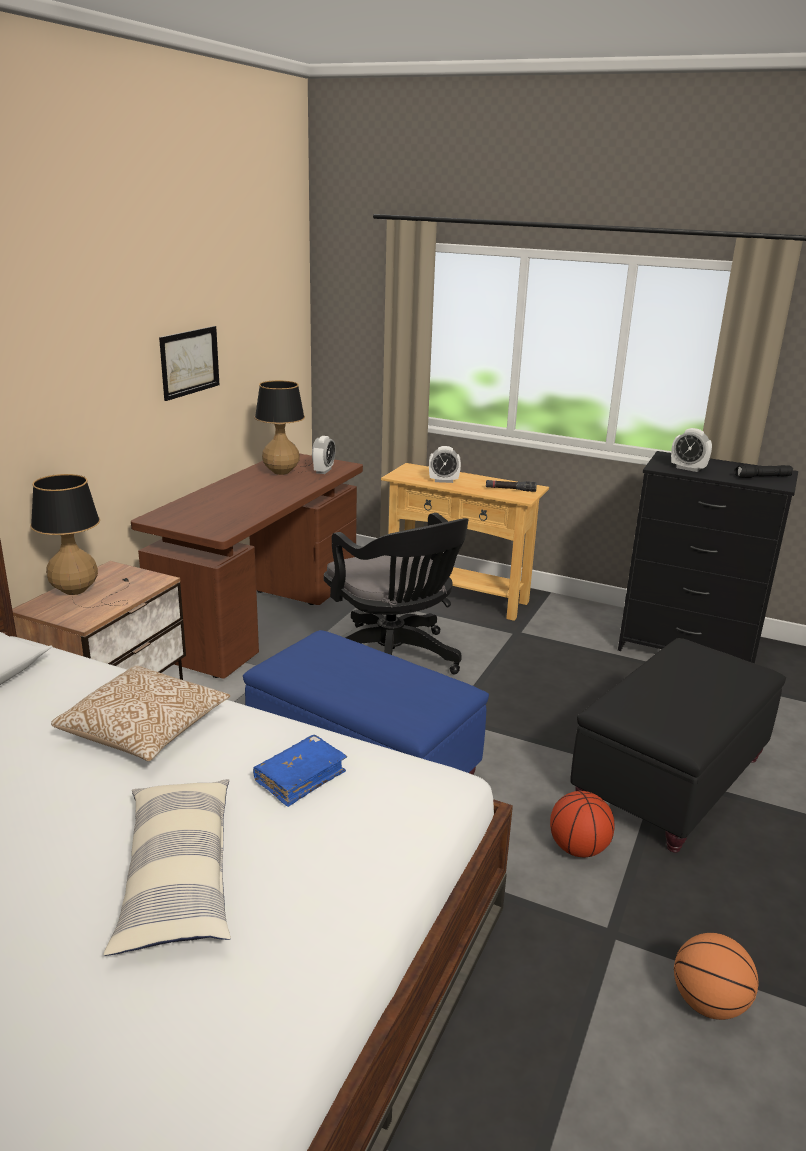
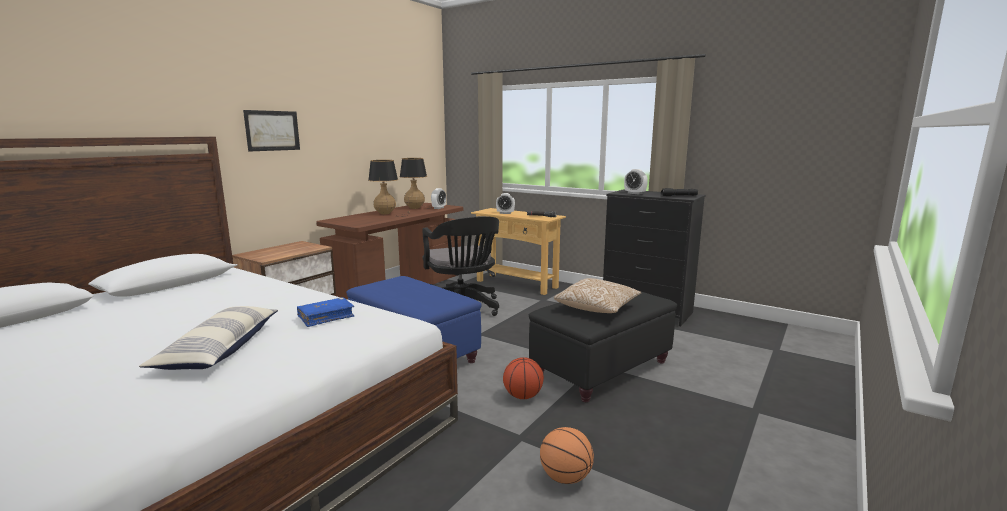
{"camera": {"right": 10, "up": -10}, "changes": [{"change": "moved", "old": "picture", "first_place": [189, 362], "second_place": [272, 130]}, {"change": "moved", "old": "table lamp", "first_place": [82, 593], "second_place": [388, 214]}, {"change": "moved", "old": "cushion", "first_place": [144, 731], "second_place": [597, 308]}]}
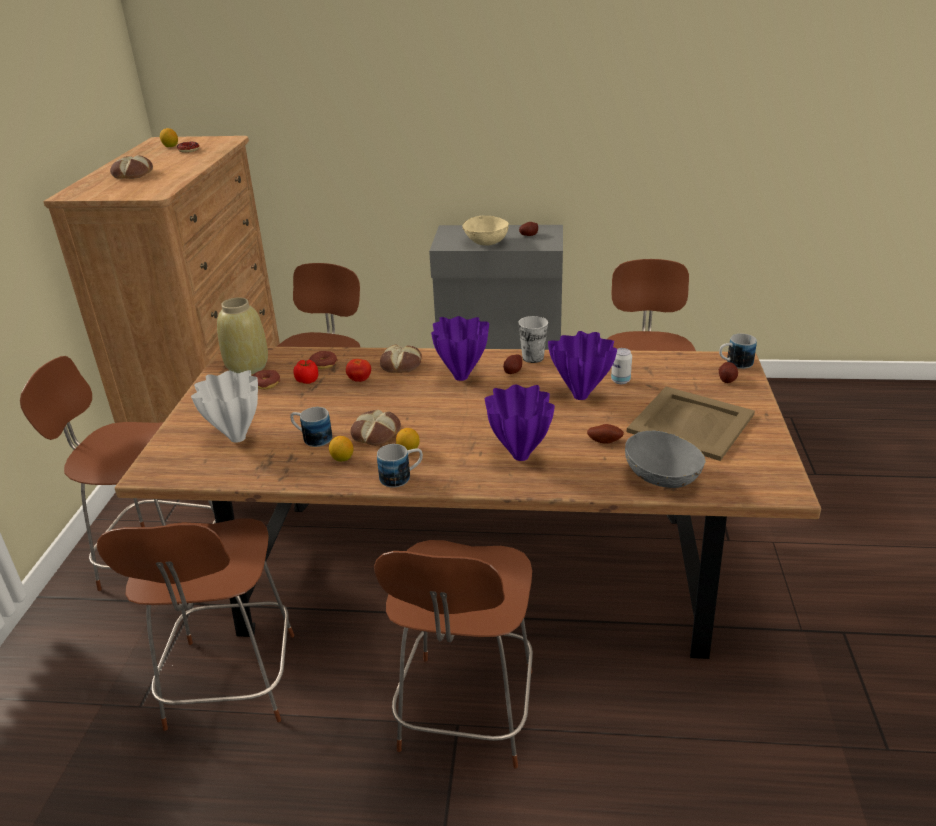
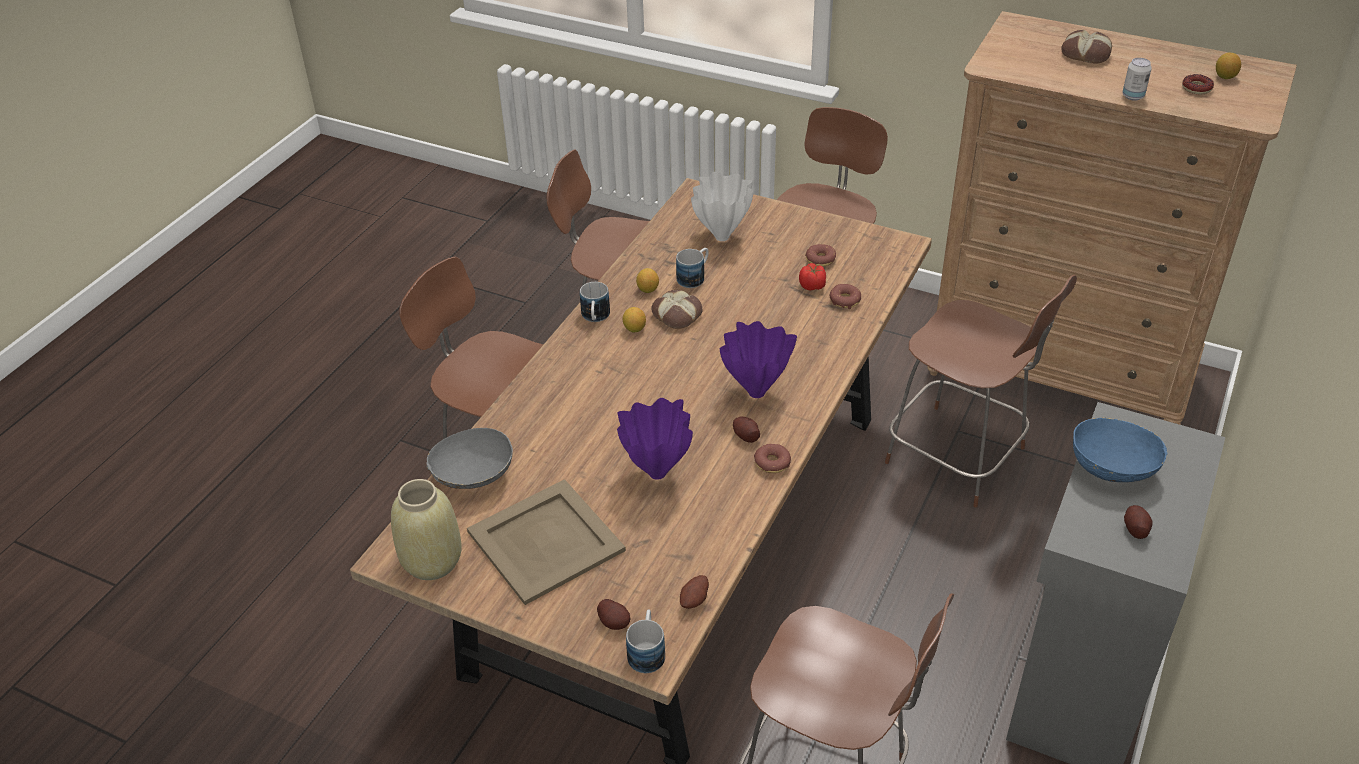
{"camera": {"right": 110, "up": 10}, "changes": [{"change": "moved", "old": "sand-coloured decorative vase", "first_place": [247, 367], "second_place": [432, 560]}, {"change": "moved", "old": "whole potato", "first_place": [604, 441], "second_place": [695, 600]}, {"change": "replaced", "old": "cup", "new": "ring doughnut", "first_place": [533, 357], "second_place": [772, 463]}, {"change": "recoloured", "old": "sand-coloured deep dish", "new": "blue deep dish", "first_place": [485, 243], "second_place": [1112, 468]}, {"change": "moved", "old": "metal can", "first_place": [620, 381], "second_place": [1133, 96]}, {"change": "removed", "old": "tomato", "first_place": [359, 380]}, {"change": "removed", "old": "bread", "first_place": [402, 364]}, {"change": "removed", "old": "purplish decorative vase", "first_place": [519, 455]}]}
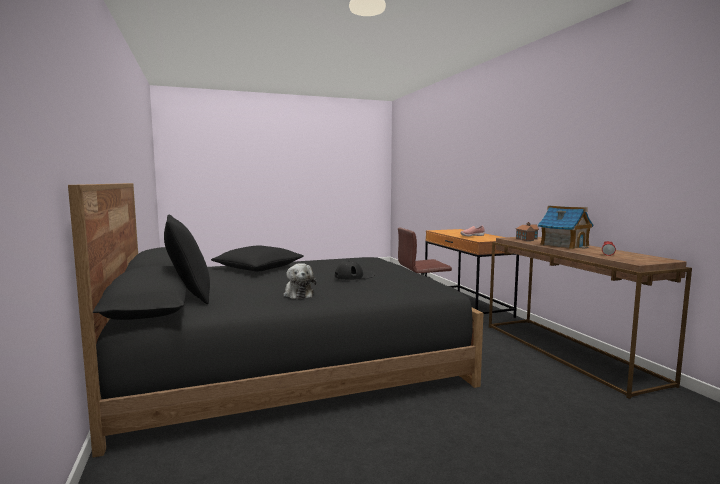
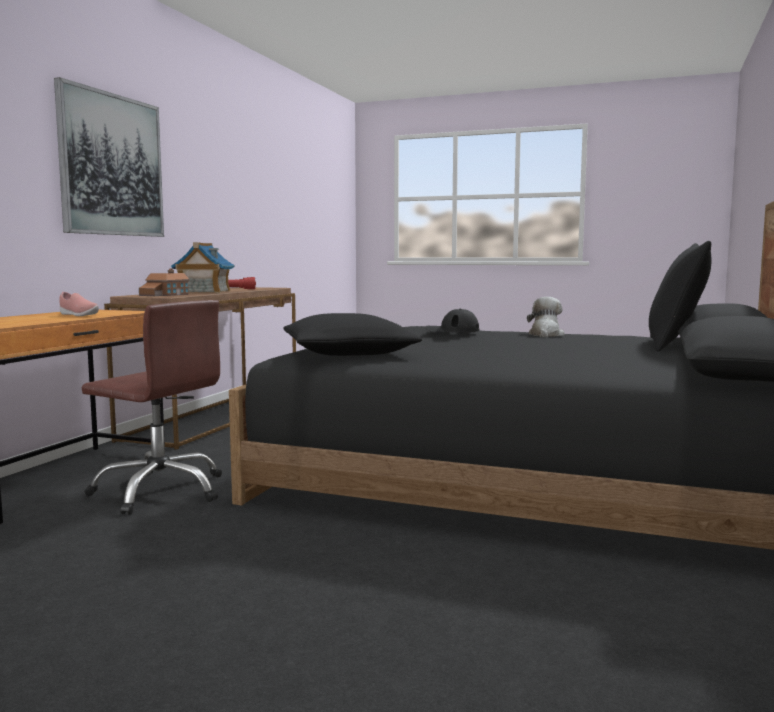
{"camera": {"right": -140, "up": 0}, "changes": [{"change": "added", "new": "picture", "second_place": [111, 165]}, {"change": "moved", "old": "blackish cushion", "first_place": [258, 268], "second_place": [348, 352]}]}
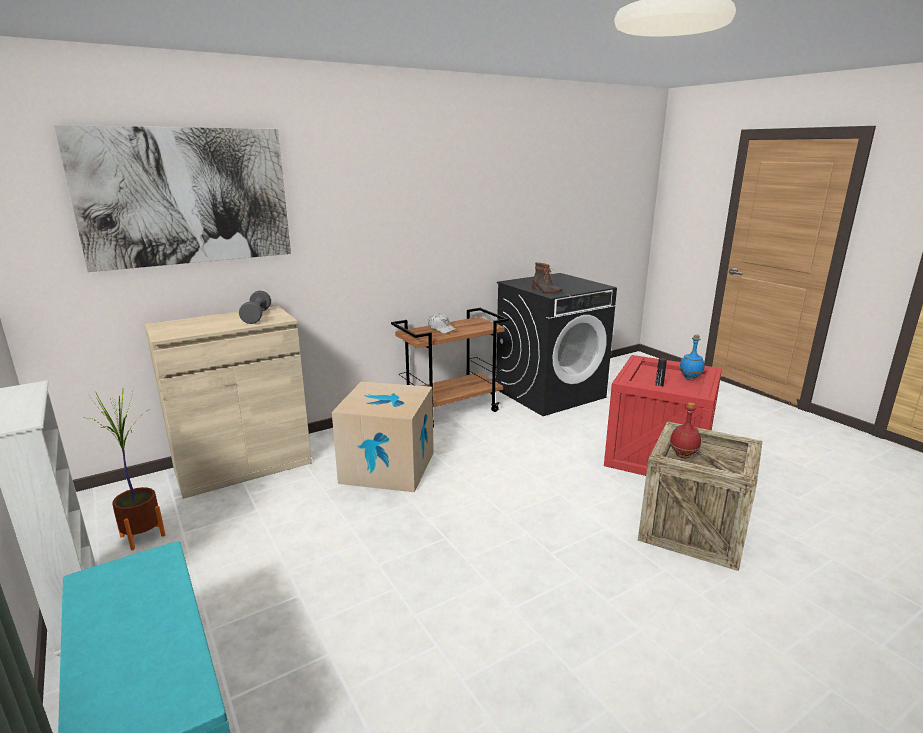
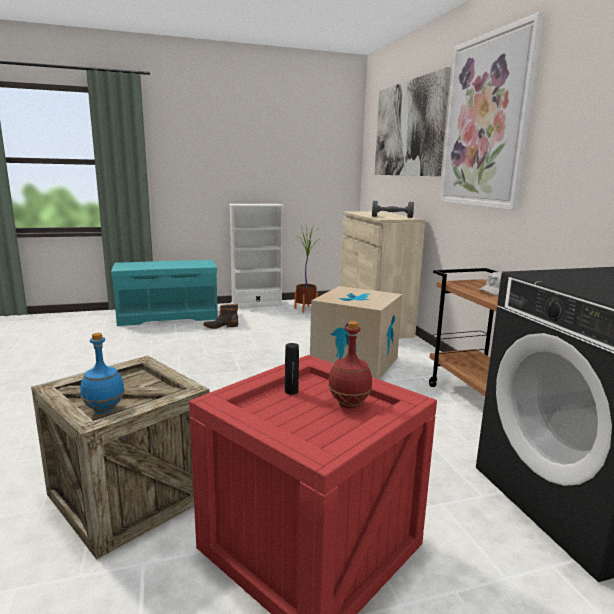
{"camera": {"right": 105, "up": -5}, "changes": [{"change": "moved", "old": "blue bottle", "first_place": [690, 378], "second_place": [105, 410]}, {"change": "moved", "old": "boot", "first_place": [545, 291], "second_place": [221, 326]}, {"change": "moved", "old": "reddish bottle", "first_place": [683, 456], "second_place": [348, 404]}, {"change": "added", "new": "picture", "second_place": [486, 122]}]}
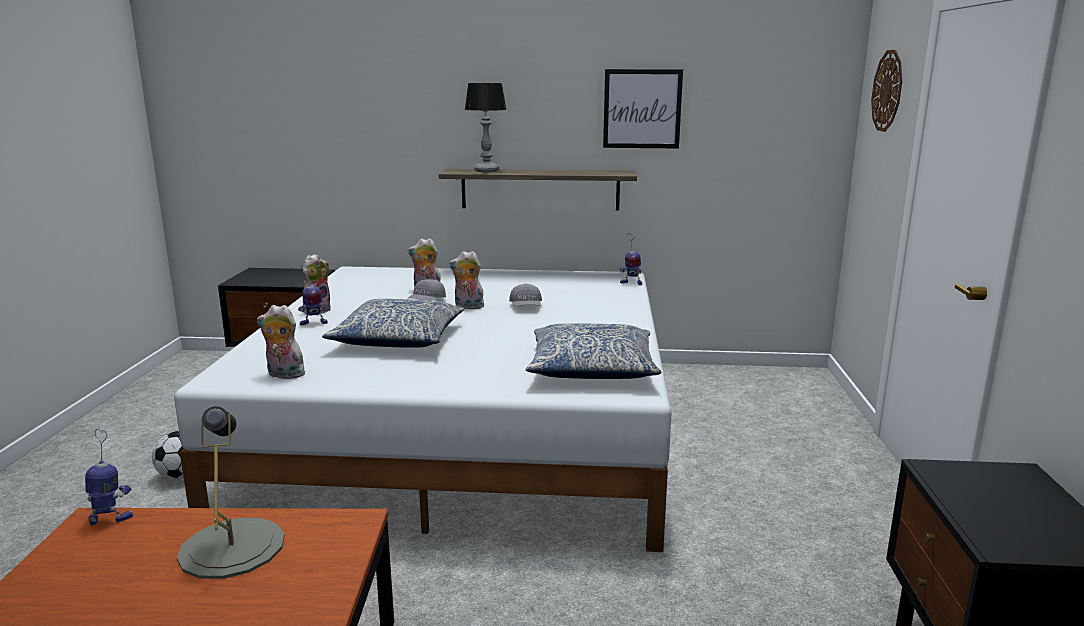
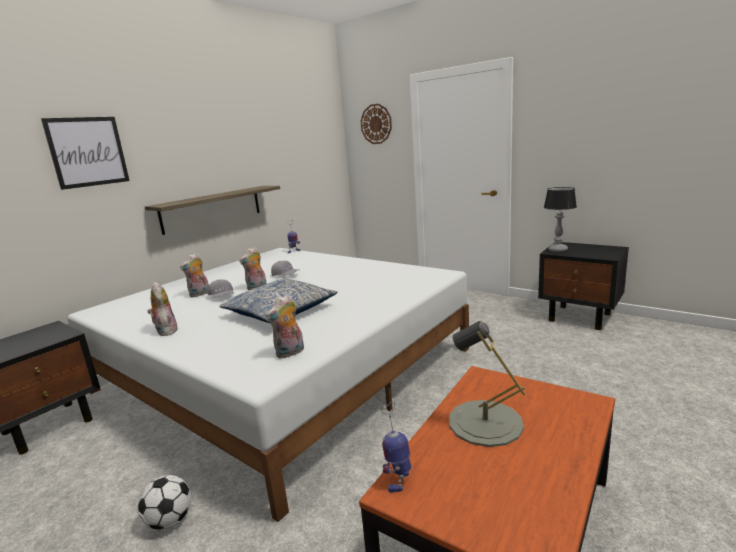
{"camera": {"right": -55, "up": 0}, "changes": [{"change": "moved", "old": "picture", "first_place": [642, 109], "second_place": [88, 152]}, {"change": "moved", "old": "table lamp", "first_place": [486, 171], "second_place": [557, 250]}, {"change": "removed", "old": "robot figure", "first_place": [313, 323]}, {"change": "removed", "old": "cushion", "first_place": [591, 368]}]}
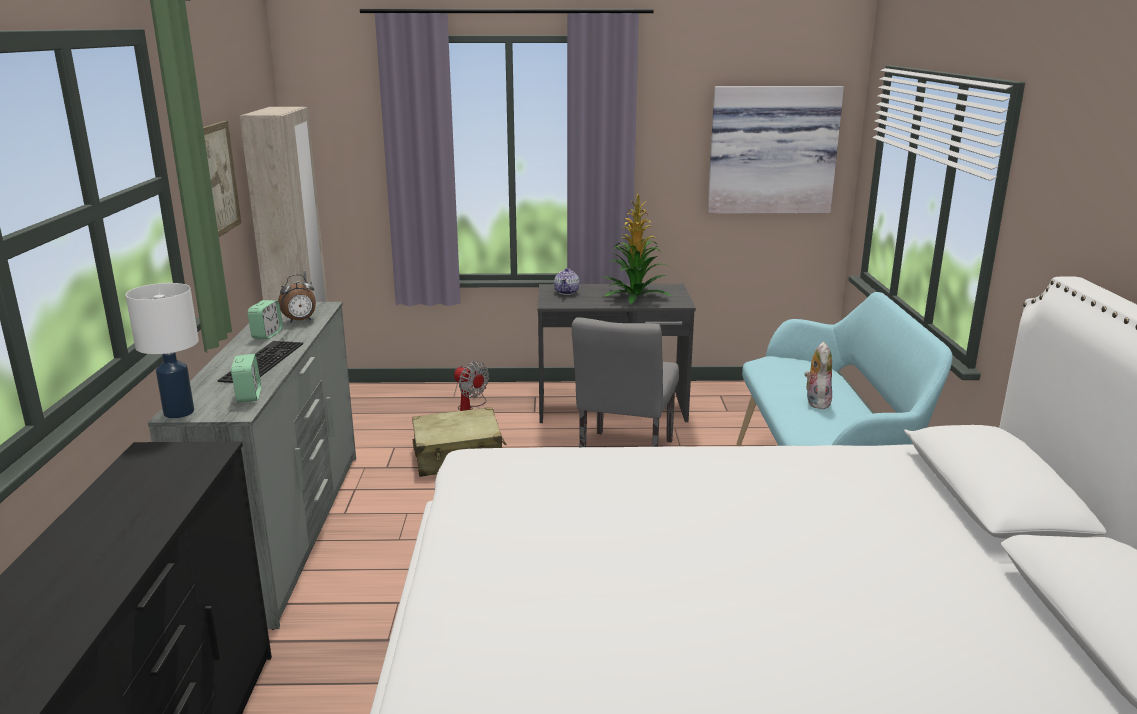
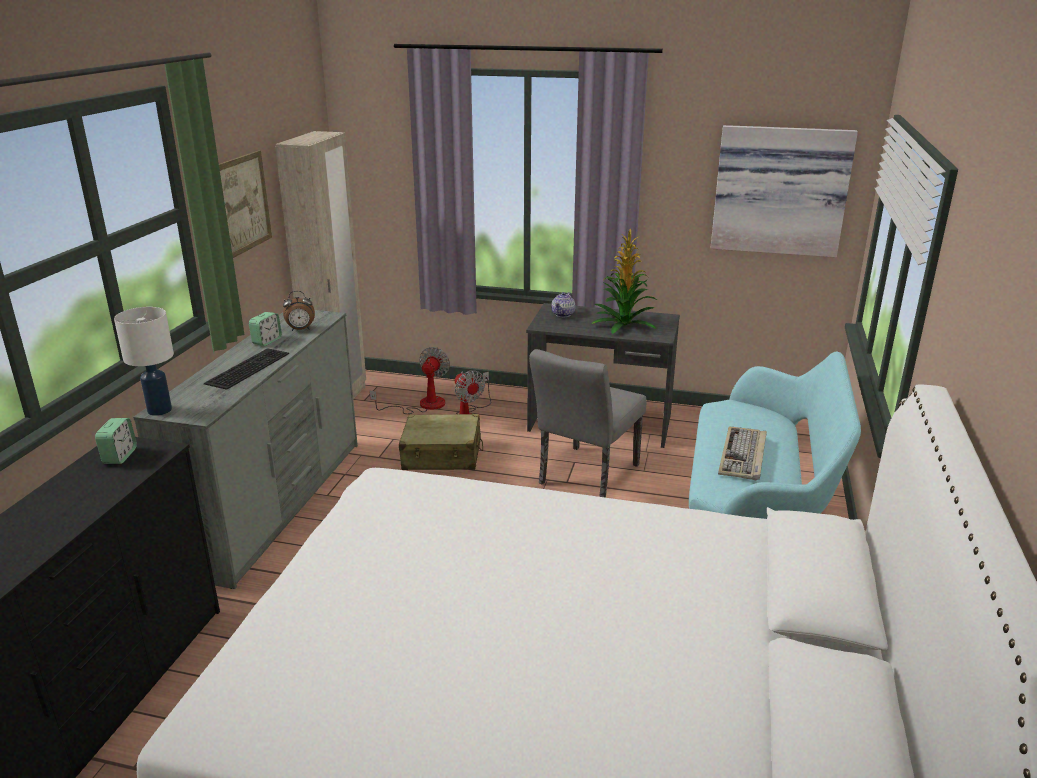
{"camera": {"right": 15, "up": 5}, "changes": [{"change": "moved", "old": "alarm clock", "first_place": [249, 396], "second_place": [120, 456]}, {"change": "added", "new": "cooling fan", "second_place": [422, 405]}, {"change": "replaced", "old": "cuddly toy", "new": "PC keyboard", "first_place": [816, 402], "second_place": [743, 456]}]}
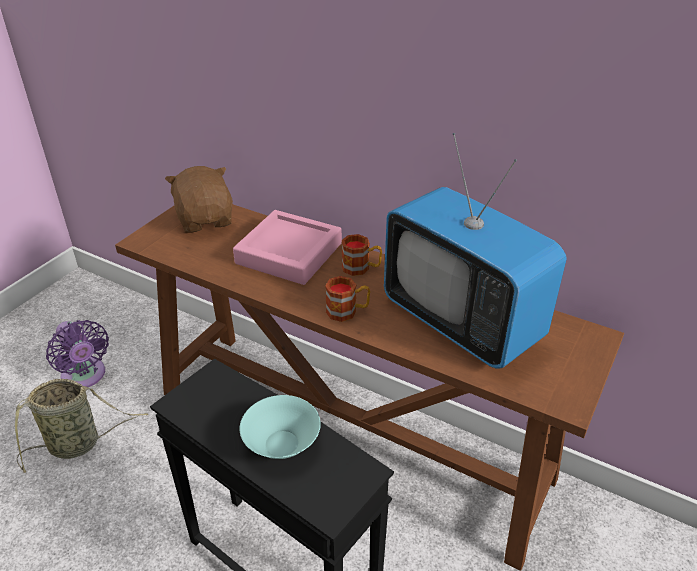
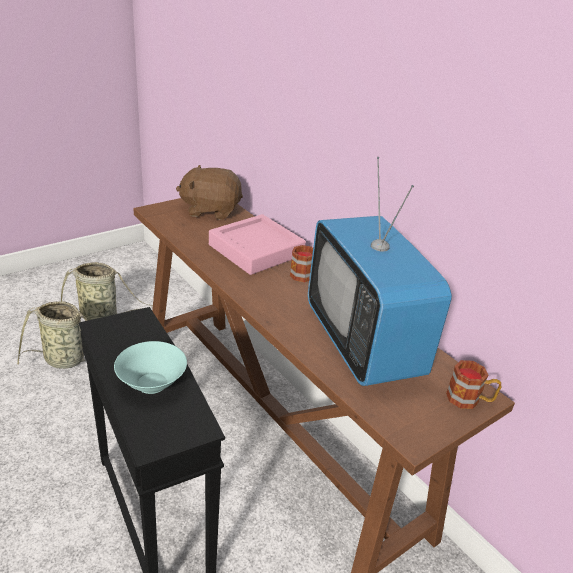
{"camera": {"right": 20, "up": -5}, "changes": [{"change": "replaced", "old": "purplish cooling fan", "new": "basket", "first_place": [85, 377], "second_place": [101, 316]}, {"change": "turned", "old": "brown cuddly toy", "first_place": [205, 220], "second_place": [211, 210], "degrees": -90}, {"change": "moved", "old": "tea mug", "first_place": [347, 311], "second_place": [469, 400]}]}
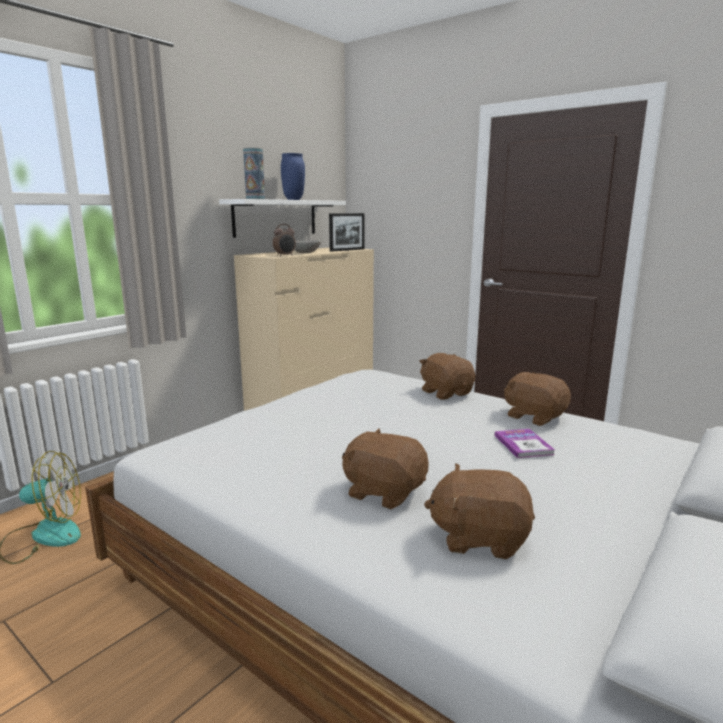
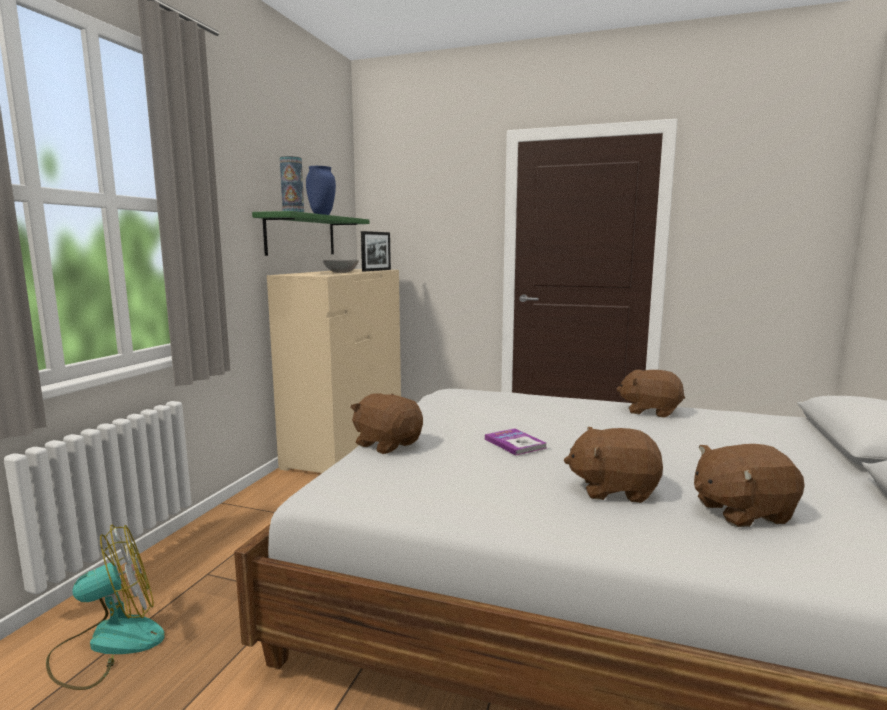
{"camera": {"right": -20, "up": -5}, "changes": [{"change": "recoloured", "old": "white shelf", "new": "green-coloured shelf", "first_place": [275, 218], "second_place": [301, 235]}, {"change": "moved", "old": "brown cuddly toy", "first_place": [446, 393], "second_place": [387, 444]}, {"change": "moved", "old": "bound book", "first_place": [523, 445], "second_place": [515, 443]}, {"change": "removed", "old": "alarm clock", "first_place": [285, 256]}]}
